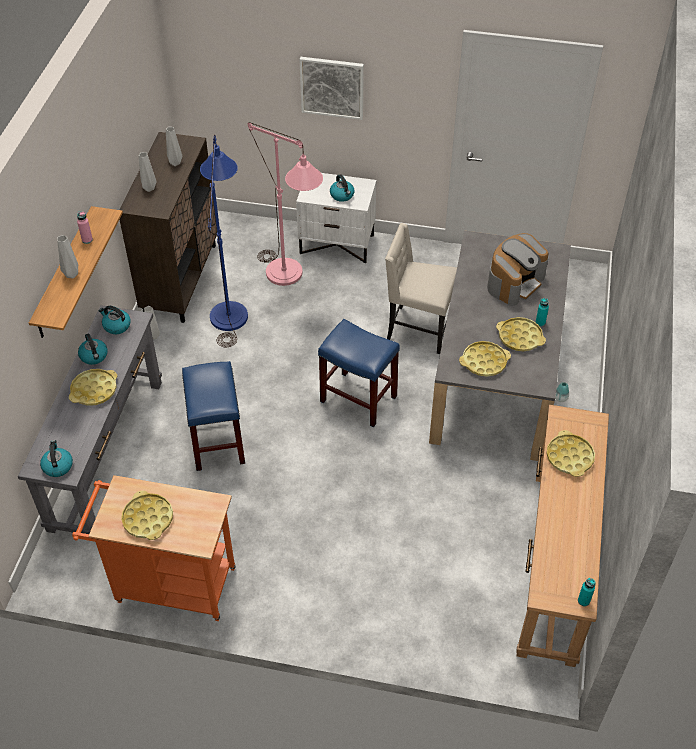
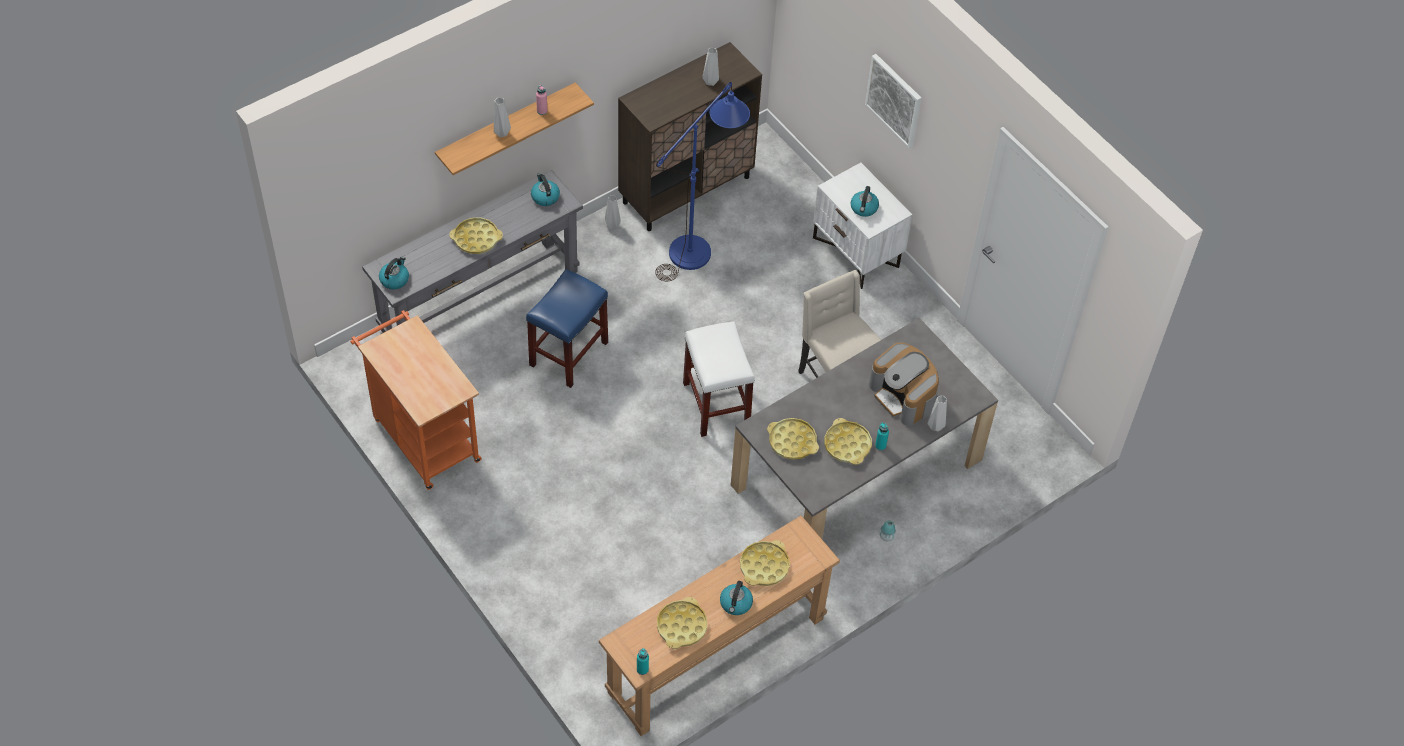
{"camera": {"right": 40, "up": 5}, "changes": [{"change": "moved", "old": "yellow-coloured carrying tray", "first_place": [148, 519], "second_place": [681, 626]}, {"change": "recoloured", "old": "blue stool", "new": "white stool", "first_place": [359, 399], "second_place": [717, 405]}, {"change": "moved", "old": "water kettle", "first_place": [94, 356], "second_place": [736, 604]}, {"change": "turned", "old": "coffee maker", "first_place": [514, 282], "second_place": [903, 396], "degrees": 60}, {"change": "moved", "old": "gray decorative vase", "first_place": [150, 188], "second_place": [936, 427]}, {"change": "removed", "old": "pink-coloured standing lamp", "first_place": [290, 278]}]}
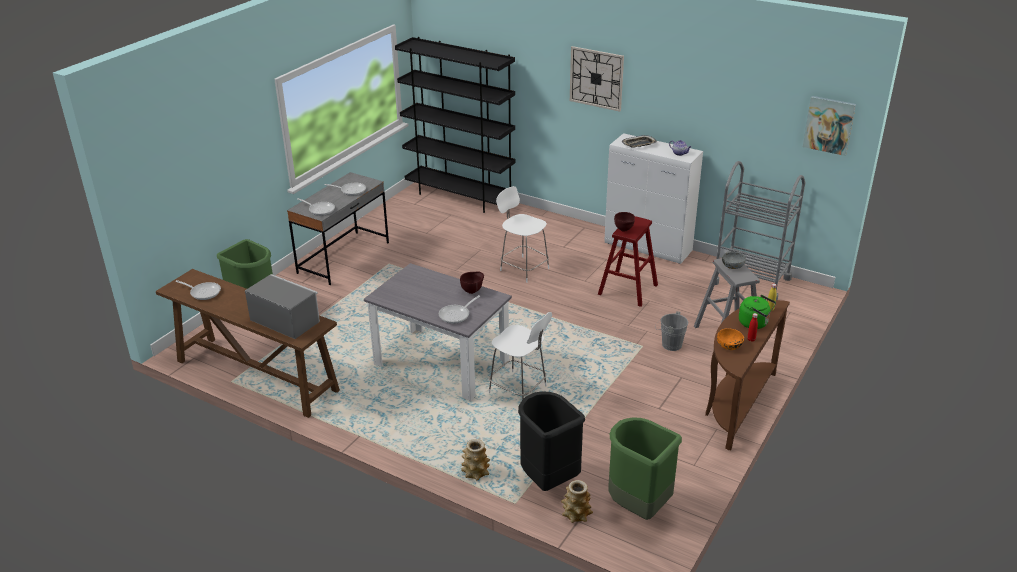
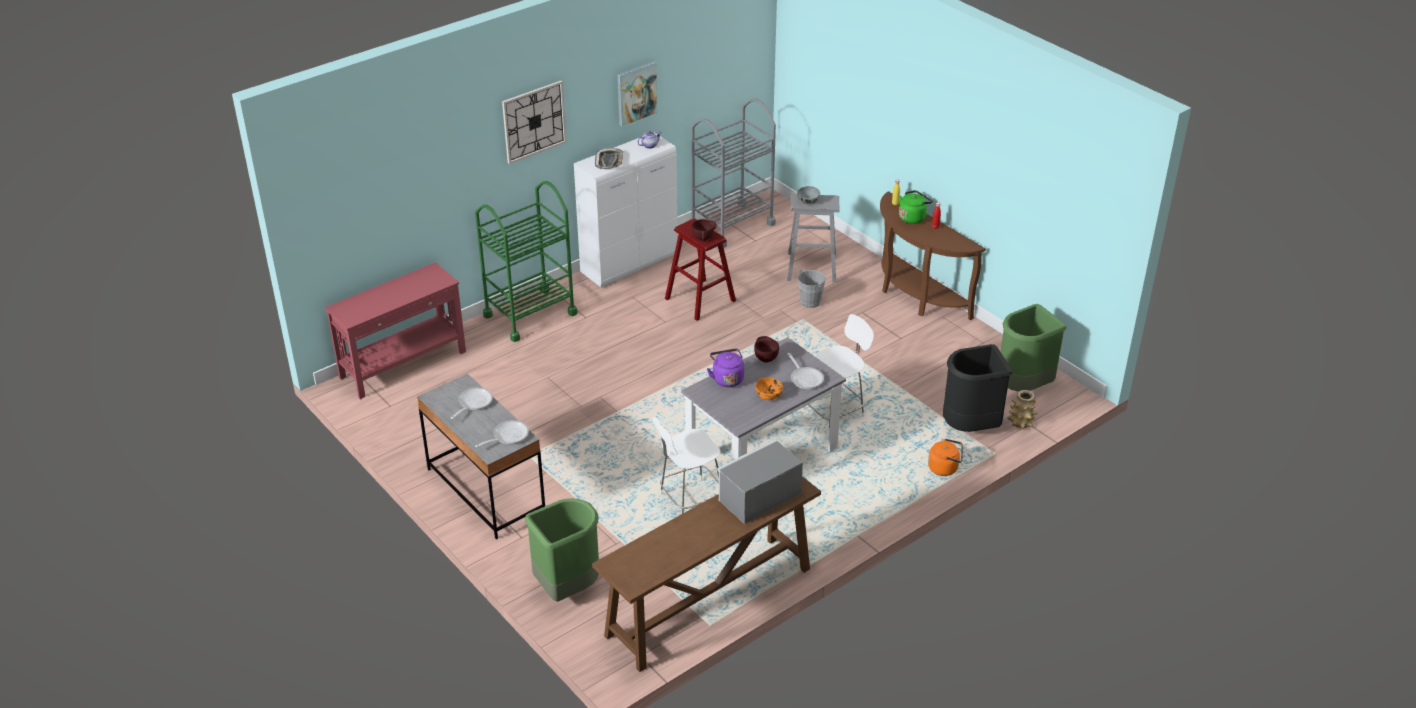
{"camera": {"right": -70, "up": 5}, "changes": [{"change": "replaced", "old": "blackish bookcase", "new": "reddish hall table", "first_place": [460, 197], "second_place": [404, 364]}, {"change": "added", "new": "green-coloured trolley", "second_place": [530, 314]}, {"change": "moved", "old": "picture", "first_place": [829, 125], "second_place": [636, 93]}, {"change": "moved", "old": "white upright chair", "first_place": [523, 268], "second_place": [689, 501]}, {"change": "added", "new": "purplish water kettle", "second_place": [727, 378]}, {"change": "moved", "old": "orange deep dish", "first_place": [729, 346], "second_place": [769, 395]}, {"change": "replaced", "old": "decorative vase", "new": "orange water kettle", "first_place": [475, 472], "second_place": [945, 468]}, {"change": "removed", "old": "skillet", "first_place": [203, 292]}]}
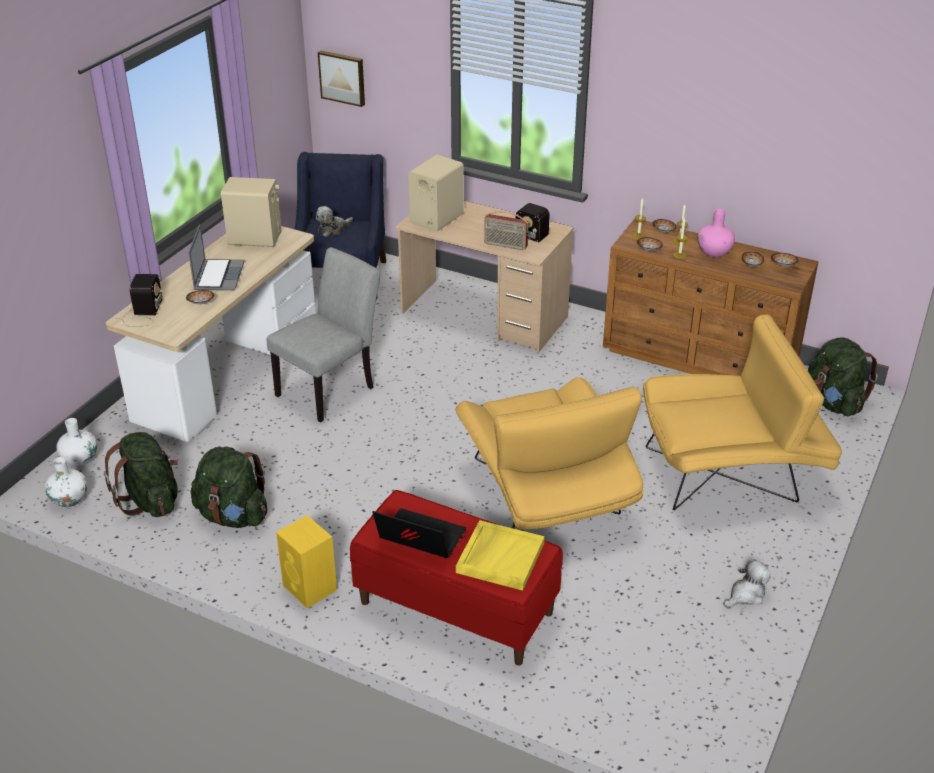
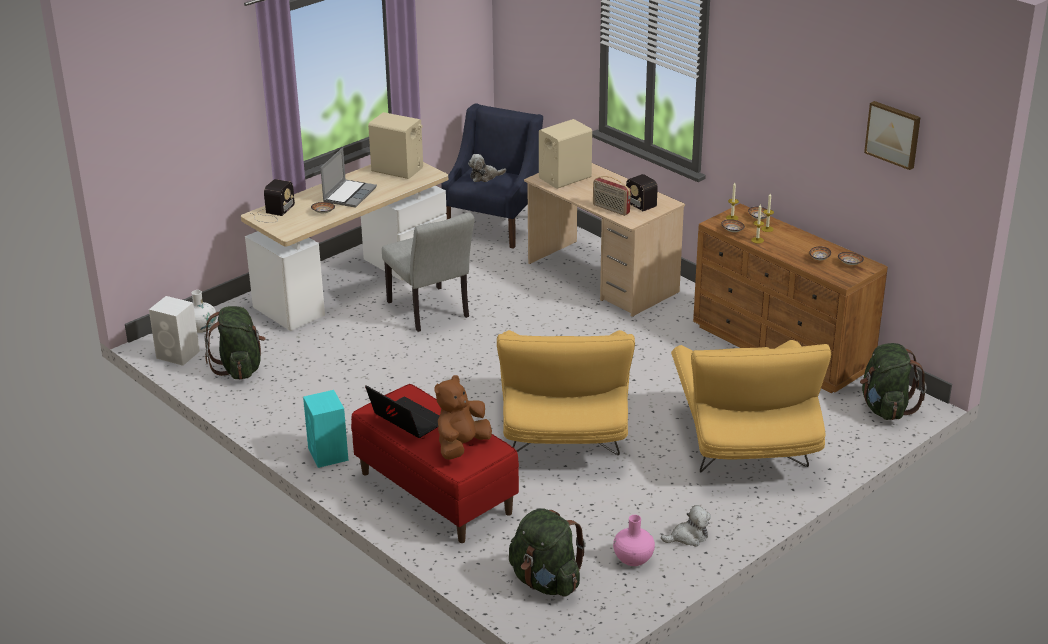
{"camera": {"right": 20, "up": -5}, "changes": [{"change": "replaced", "old": "white decorative vase", "new": "white loudspeaker", "first_place": [69, 499], "second_place": [179, 355]}, {"change": "recoloured", "old": "yellow-coloured loudspeaker", "new": "blue-green loudspeaker", "first_place": [310, 588], "second_place": [328, 455]}, {"change": "turned", "old": "gray upright chair", "first_place": [331, 388], "second_place": [431, 312], "degrees": 90}, {"change": "replaced", "old": "yellow-coloured carrying tray", "new": "brown cuddly toy", "first_place": [500, 557], "second_place": [461, 446]}, {"change": "moved", "old": "green-coloured rucksack", "first_place": [233, 516], "second_place": [546, 582]}, {"change": "moved", "old": "pink-coloured decorative vase", "first_place": [714, 252], "second_place": [633, 559]}, {"change": "turned", "old": "yellow-coloured easy chair", "first_place": [732, 470], "second_place": [745, 443], "degrees": 75}, {"change": "moved", "old": "picture", "first_place": [343, 77], "second_place": [893, 134]}]}
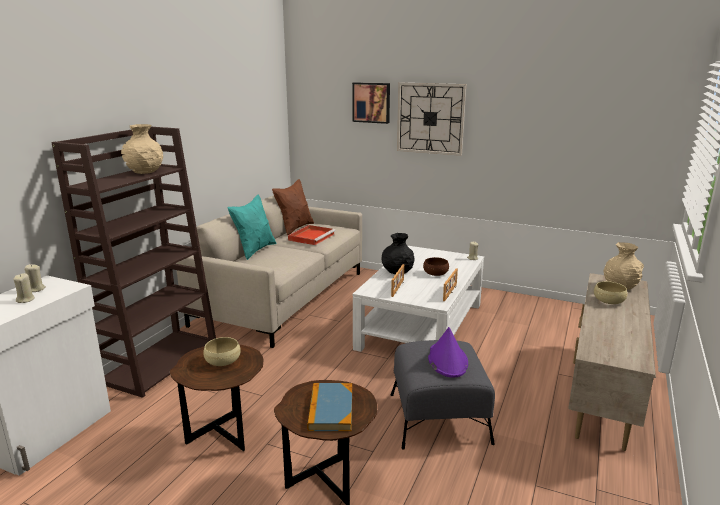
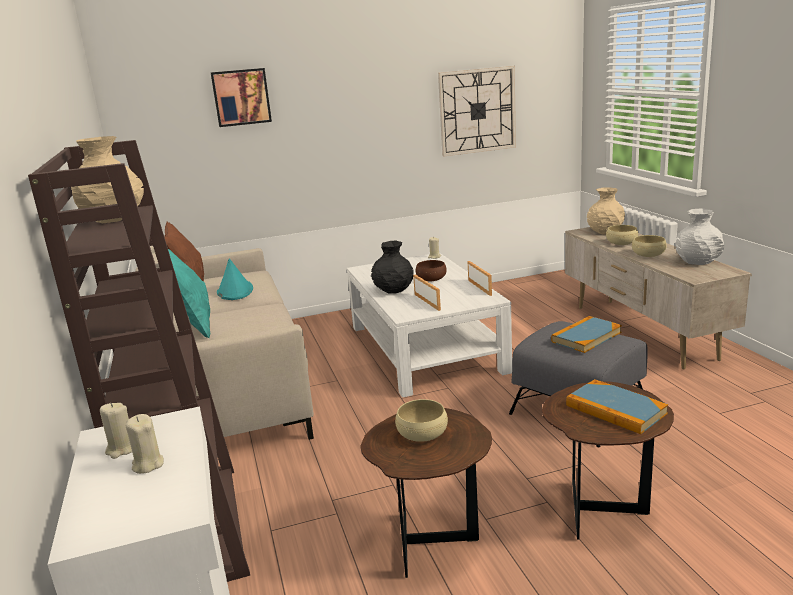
{"camera": {"right": -40, "up": 0}, "changes": [{"change": "replaced", "old": "reddish carrying tray", "new": "blue-green hat", "first_place": [312, 236], "second_place": [235, 291]}, {"change": "moved", "old": "clock on the wall", "first_place": [430, 118], "second_place": [477, 111]}, {"change": "replaced", "old": "purplish hat", "new": "bound book", "first_place": [447, 360], "second_place": [586, 337]}, {"change": "added", "new": "sand-coloured deep dish", "second_place": [648, 254]}, {"change": "added", "new": "white decorative vase", "second_place": [698, 261]}]}
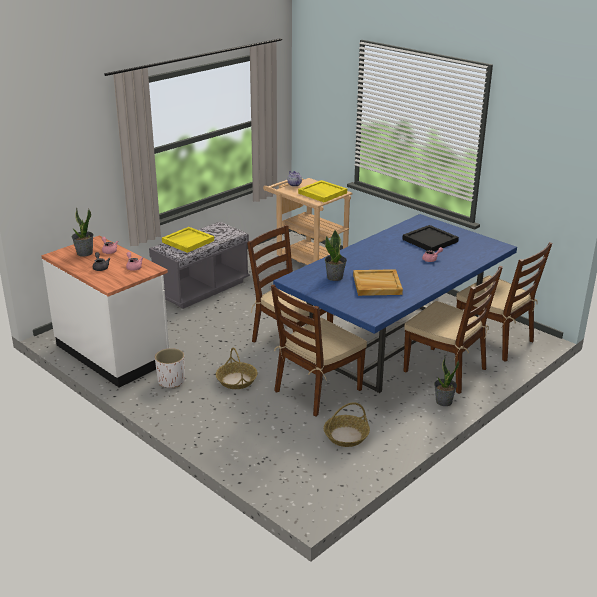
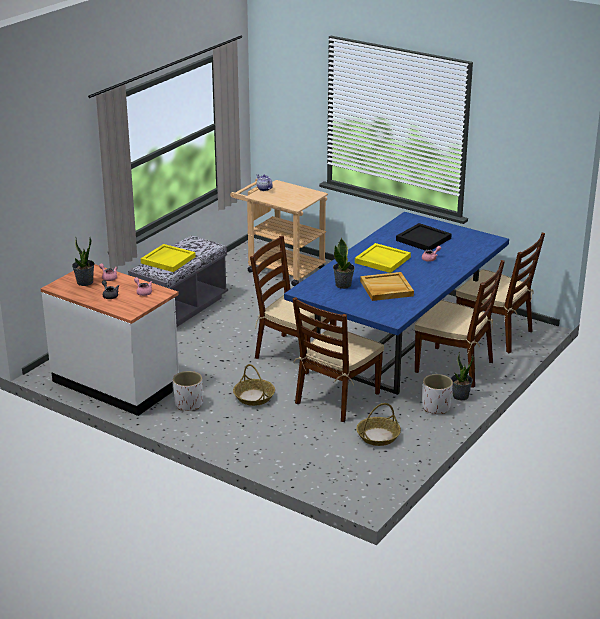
{"camera": {"right": -10, "up": 0}, "changes": [{"change": "moved", "old": "yellow-coloured carrying tray", "first_place": [322, 193], "second_place": [382, 260]}, {"change": "added", "new": "white flower pot", "second_place": [436, 407]}]}
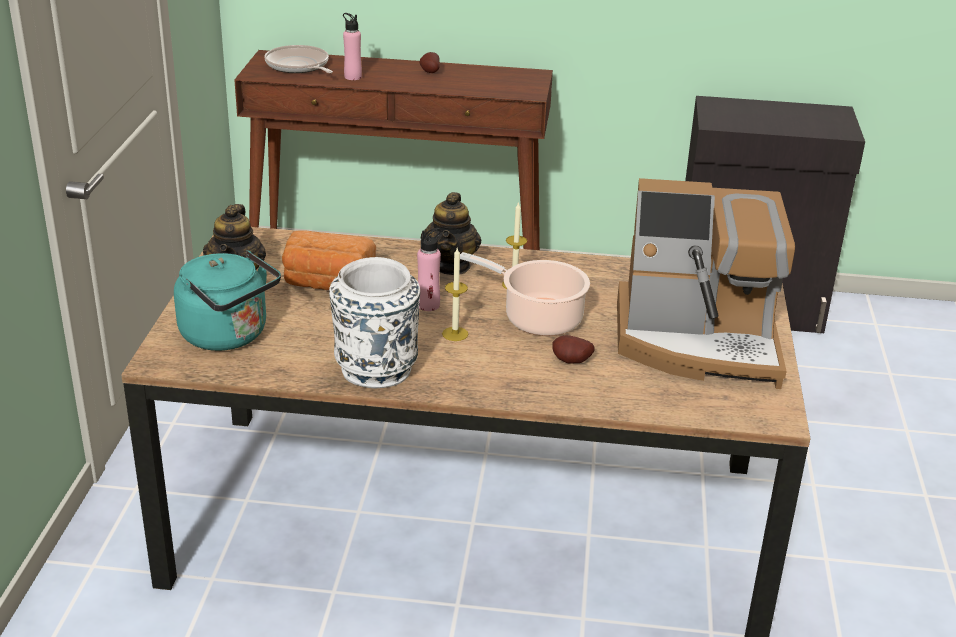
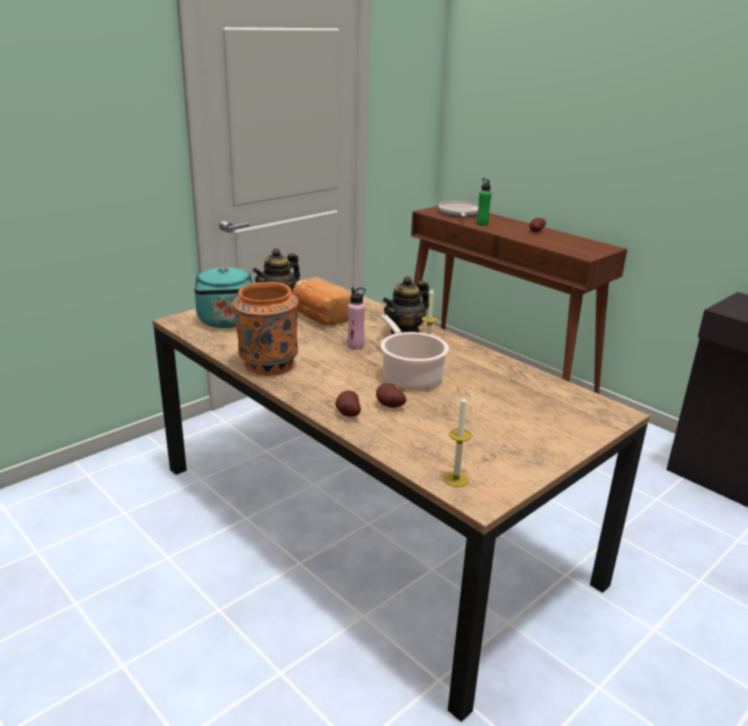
{"camera": {"right": 40, "up": -5}, "changes": [{"change": "recoloured", "old": "white decorative vase", "new": "orange decorative vase", "first_place": [376, 371], "second_place": [268, 365]}, {"change": "added", "new": "whole potato", "second_place": [347, 414]}, {"change": "moved", "old": "candle", "first_place": [455, 334], "second_place": [456, 479]}, {"change": "recoloured", "old": "pink-coloured bottle", "new": "green-coloured bottle", "first_place": [353, 77], "second_place": [482, 224]}, {"change": "removed", "old": "coffee maker", "first_place": [698, 342]}]}
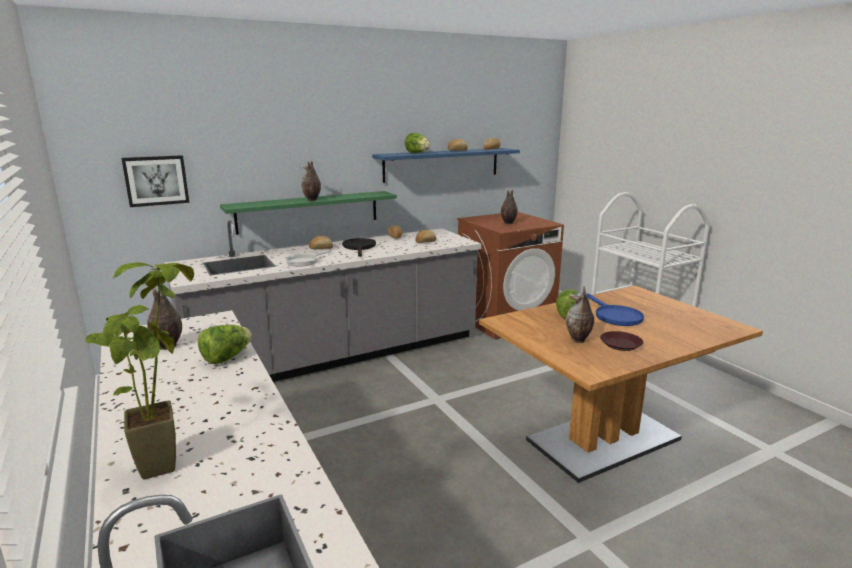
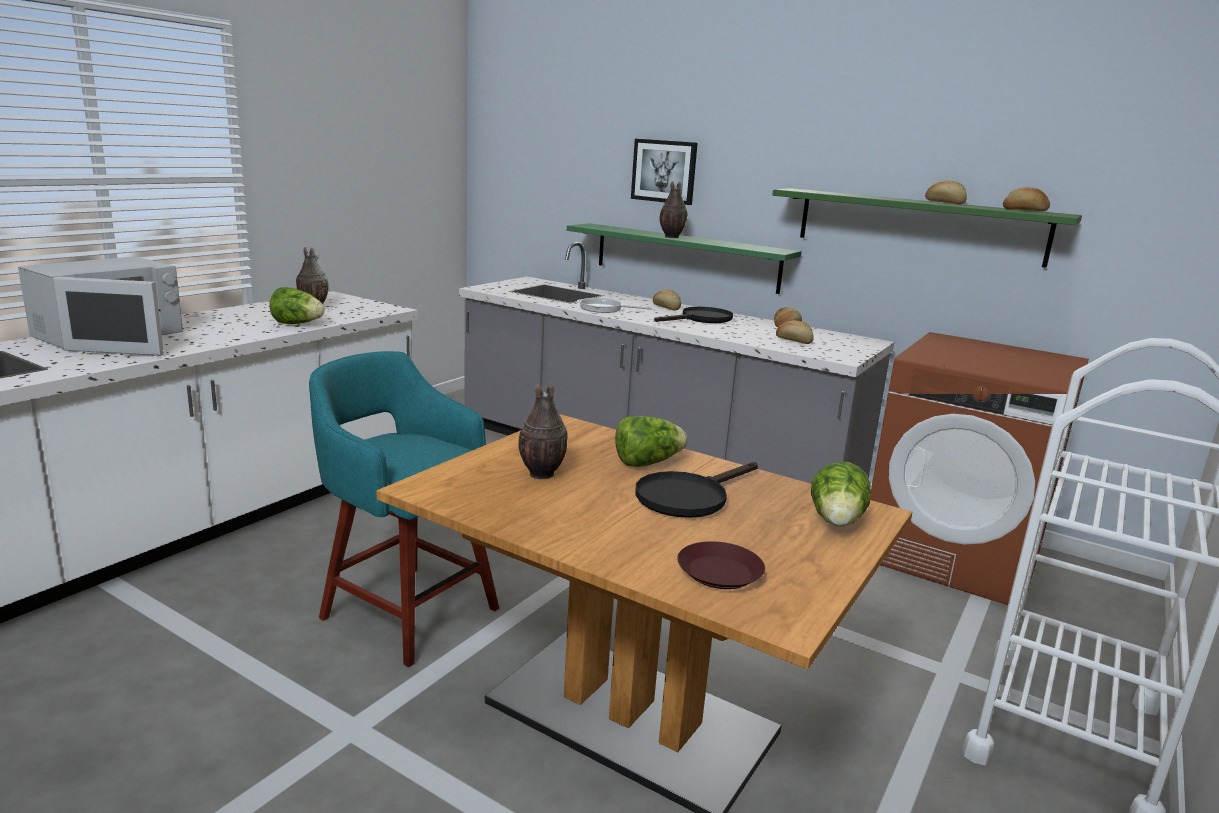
{"camera": {"right": 60, "up": 0}, "changes": [{"change": "replaced", "old": "potted plant", "new": "white kitchen microwave", "first_place": [162, 458], "second_place": [108, 336]}, {"change": "added", "new": "blue-green stool", "second_place": [407, 611]}, {"change": "moved", "old": "picture", "first_place": [156, 180], "second_place": [664, 171]}, {"change": "recoloured", "old": "blue skillet", "new": "blackish skillet", "first_place": [614, 316], "second_place": [689, 496]}, {"change": "moved", "old": "brown plate", "first_place": [620, 344], "second_place": [719, 572]}, {"change": "recoloured", "old": "blue shelf", "new": "green-coloured shelf", "first_place": [442, 164], "second_place": [919, 226]}, {"change": "moved", "old": "lettuce head", "first_place": [417, 153], "second_place": [837, 523]}, {"change": "removed", "old": "decorative vase", "first_place": [508, 223]}]}
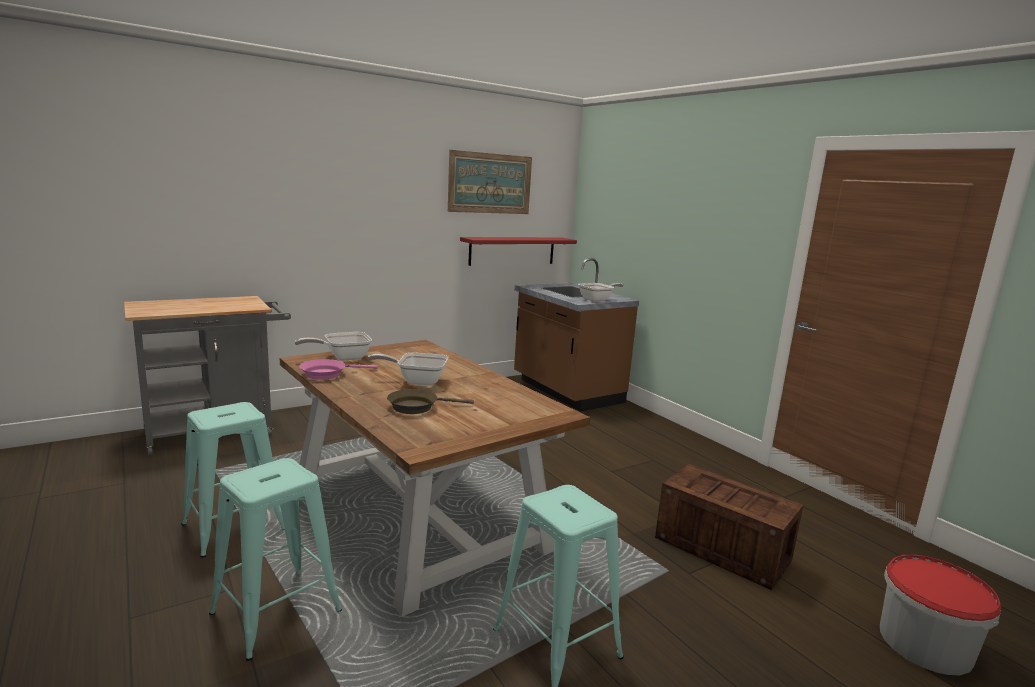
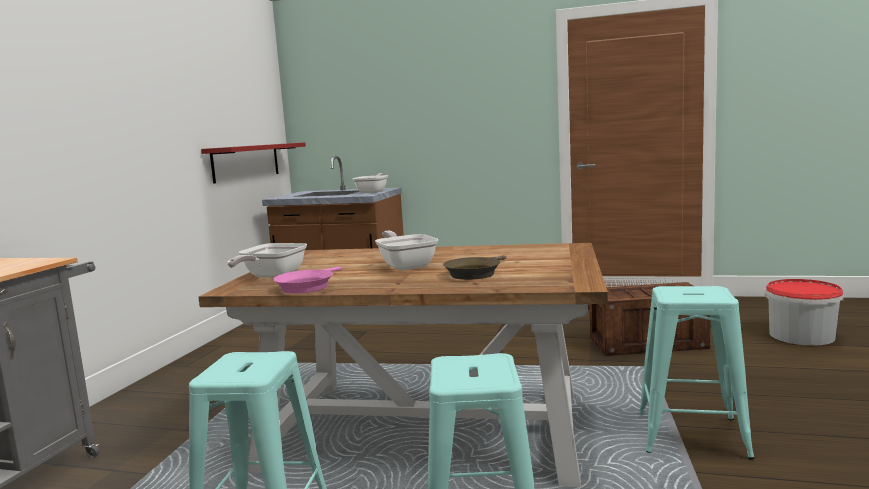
{"camera": {"right": -40, "up": -5}, "changes": [{"change": "turned", "old": "skillet", "first_place": [417, 381], "second_place": [406, 265], "degrees": 105}, {"change": "removed", "old": "picture", "first_place": [490, 183]}]}
